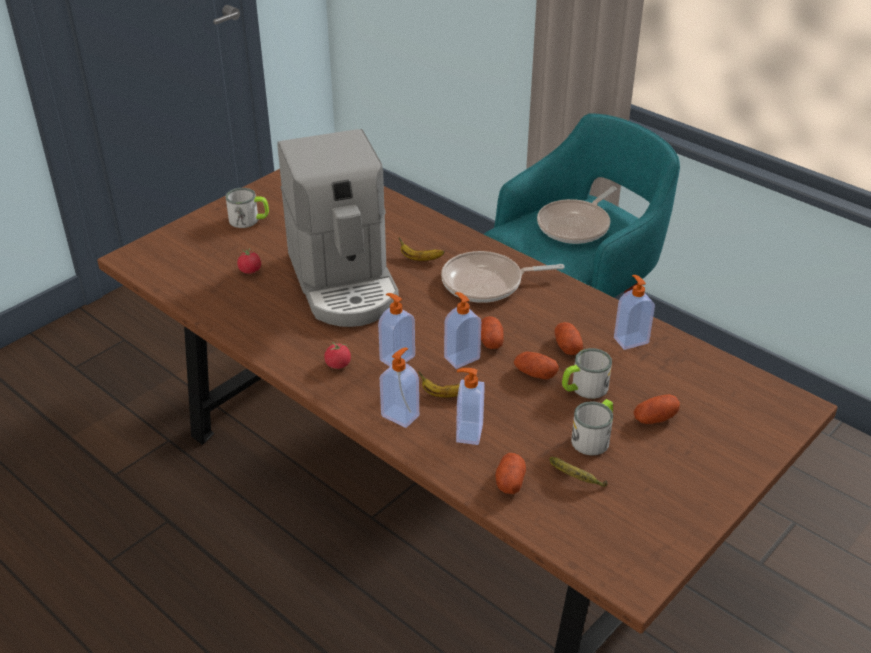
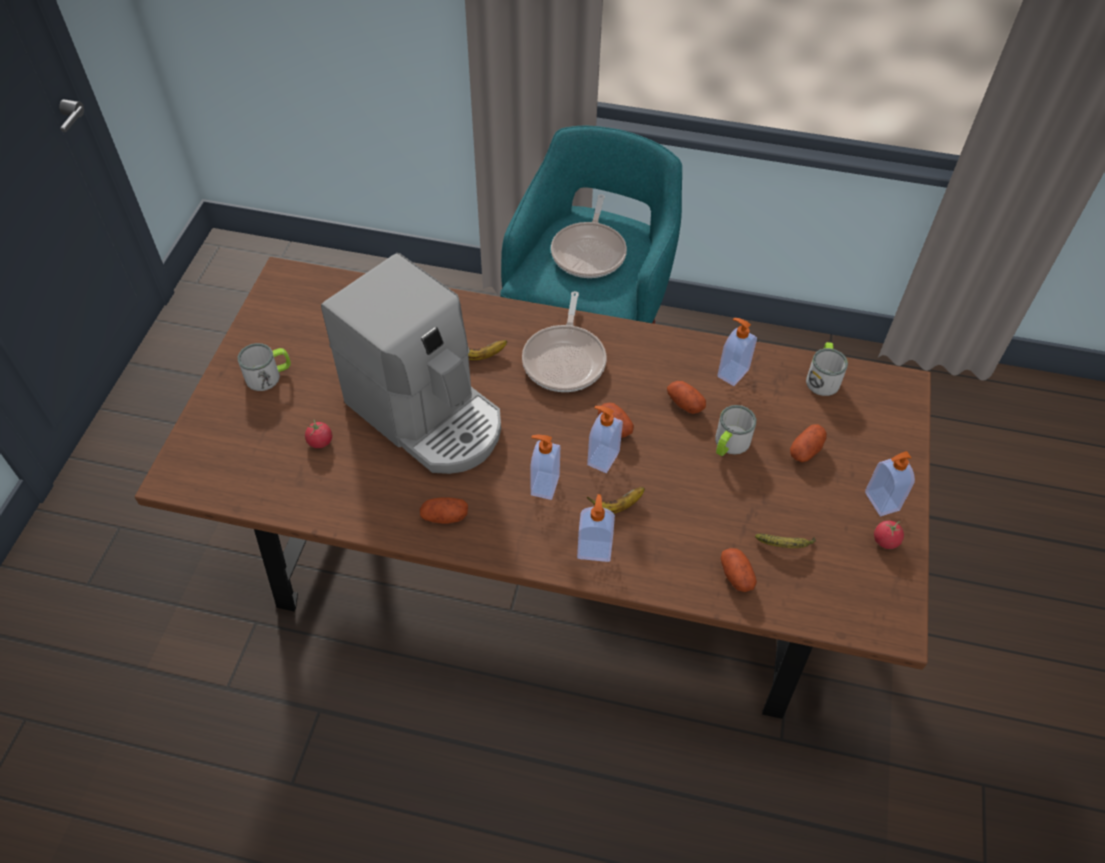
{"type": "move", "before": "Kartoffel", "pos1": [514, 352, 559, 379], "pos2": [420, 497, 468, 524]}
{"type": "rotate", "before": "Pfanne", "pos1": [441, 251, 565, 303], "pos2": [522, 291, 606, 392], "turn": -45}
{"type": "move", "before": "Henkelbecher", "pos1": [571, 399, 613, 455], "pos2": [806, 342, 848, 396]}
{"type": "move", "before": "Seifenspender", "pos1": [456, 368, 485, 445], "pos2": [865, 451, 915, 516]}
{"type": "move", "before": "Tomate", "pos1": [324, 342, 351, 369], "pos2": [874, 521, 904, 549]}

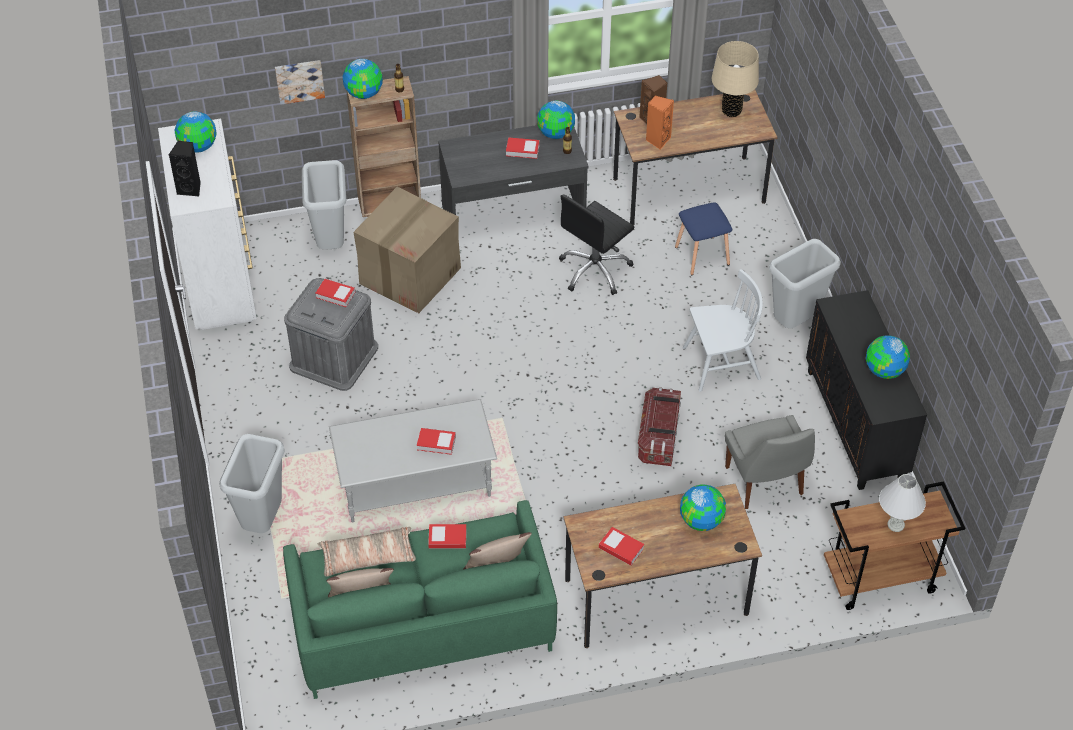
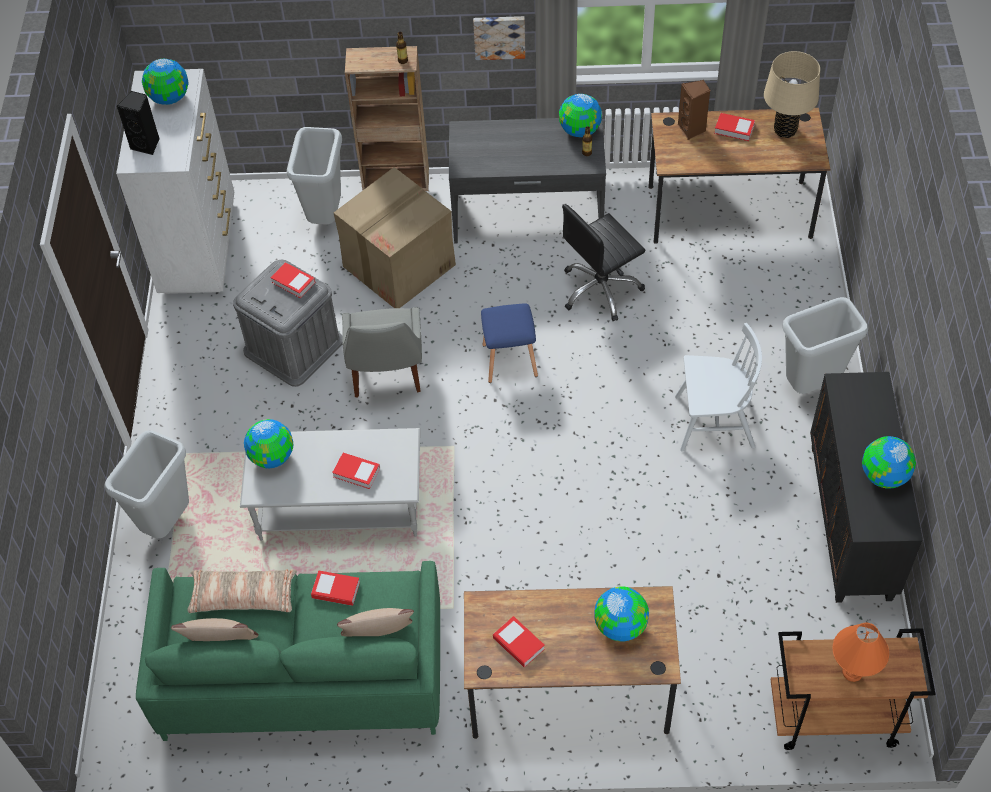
{"type": "move", "before": "Globus", "pos1": [343, 59, 383, 99], "pos2": [244, 419, 293, 468]}
{"type": "move", "before": "Stuhl (grau)", "pos1": [725, 415, 815, 509], "pos2": [342, 307, 422, 398]}
{"type": "move", "before": "Bild", "pos1": [275, 60, 325, 105], "pos2": [473, 16, 525, 60]}
{"type": "move", "before": "Hocker (blau)", "pos1": [675, 202, 732, 275], "pos2": [481, 303, 538, 383]}
{"type": "move", "before": "Buch", "pos1": [506, 137, 540, 159], "pos2": [714, 113, 755, 141]}
{"type": "recolor", "before": "Tischlampe (weiß)", "after": "Tischlampe (orange)", "pos1": [879, 474, 926, 532], "pos2": [832, 623, 889, 682]}
{"type": "delete", "before": "Aufbewahrungsbox", "pos1": [638, 387, 681, 466]}
{"type": "delete", "before": "Lautsprecher (orange)", "pos1": [646, 96, 674, 150]}

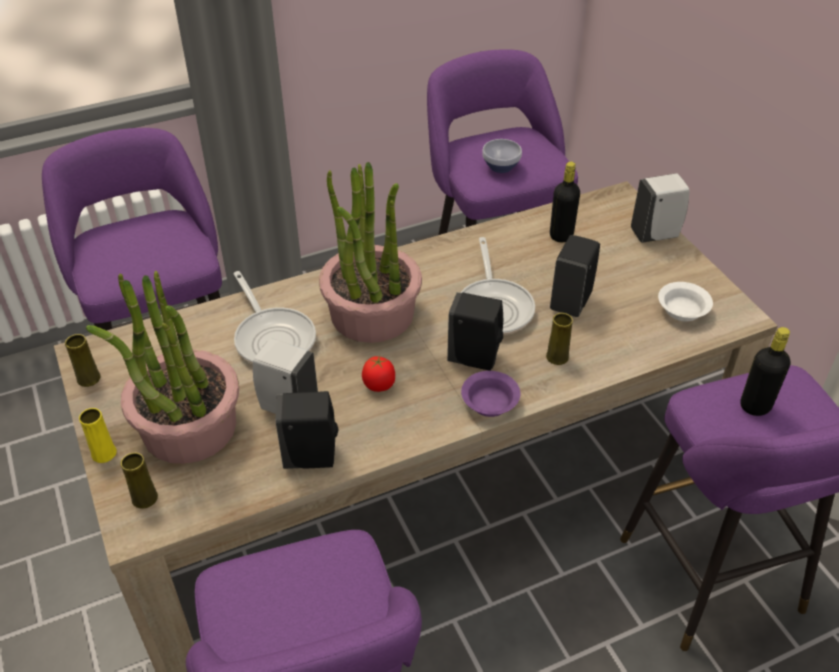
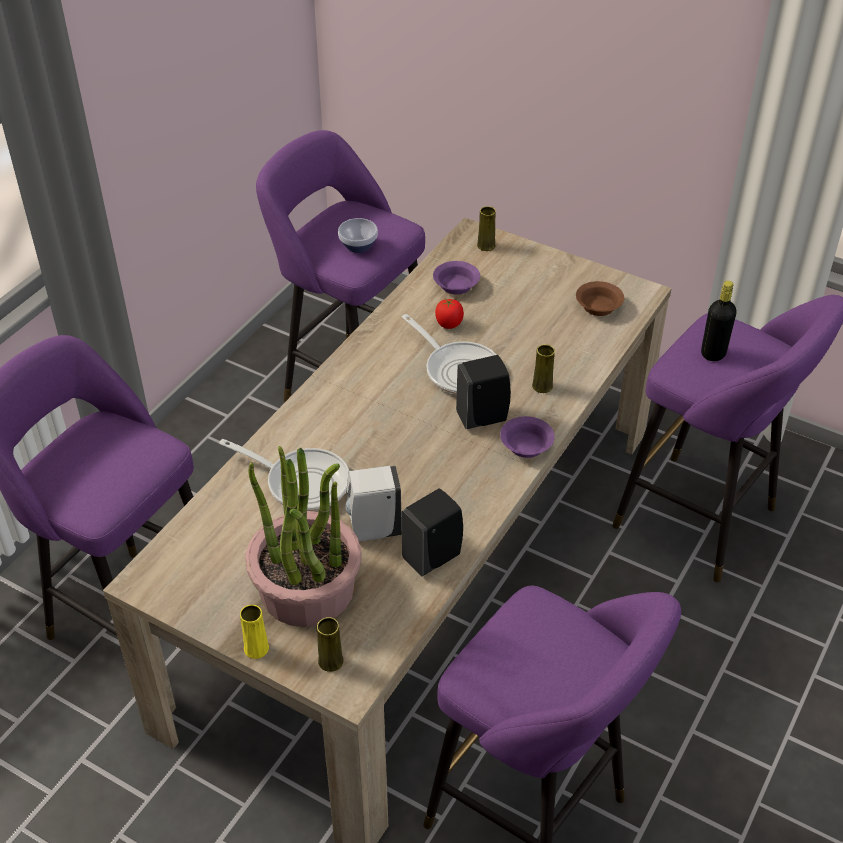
{"type": "replace", "before": "Flasche (schwarz)", "after": "Schüssel (lila)", "pos1": [550, 162, 580, 242], "pos2": [433, 261, 480, 295]}
{"type": "move", "before": "Tomate", "pos1": [362, 355, 395, 392], "pos2": [435, 298, 464, 329]}
{"type": "move", "before": "Vase (gelb)", "pos1": [65, 334, 100, 387], "pos2": [477, 206, 496, 251]}
{"type": "recolor", "before": "Schüssel (weiß)", "after": "Schüssel (braun)", "pos1": [658, 282, 713, 321], "pos2": [576, 281, 624, 316]}
{"type": "delete", "before": "Topfpflanze", "pos1": [319, 162, 422, 343]}
{"type": "delete", "before": "Seifenspender (schwarz)", "pos1": [550, 235, 600, 317]}
{"type": "delete", "before": "Seifenspender (weiß)", "pos1": [631, 173, 690, 243]}

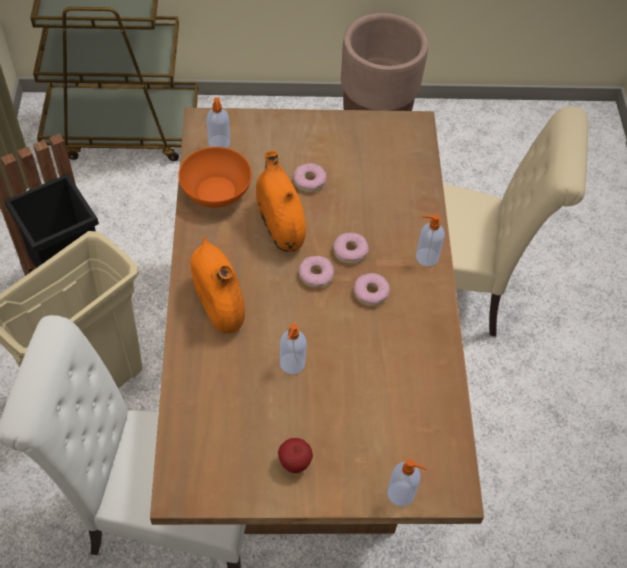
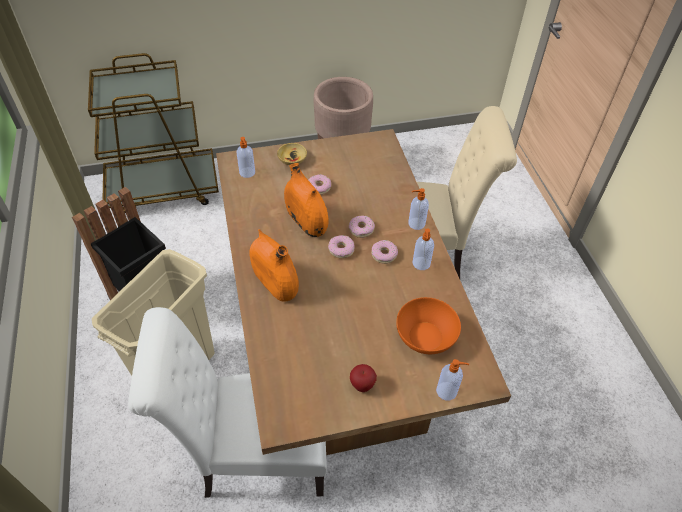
{"type": "insert", "after": "Schüssel (beige)", "pos2": [277, 143, 307, 165]}
{"type": "move", "before": "Schüssel (orange)", "pos1": [178, 147, 252, 208], "pos2": [396, 297, 461, 354]}
{"type": "move", "before": "Seifenspender", "pos1": [280, 323, 306, 374], "pos2": [413, 228, 434, 270]}

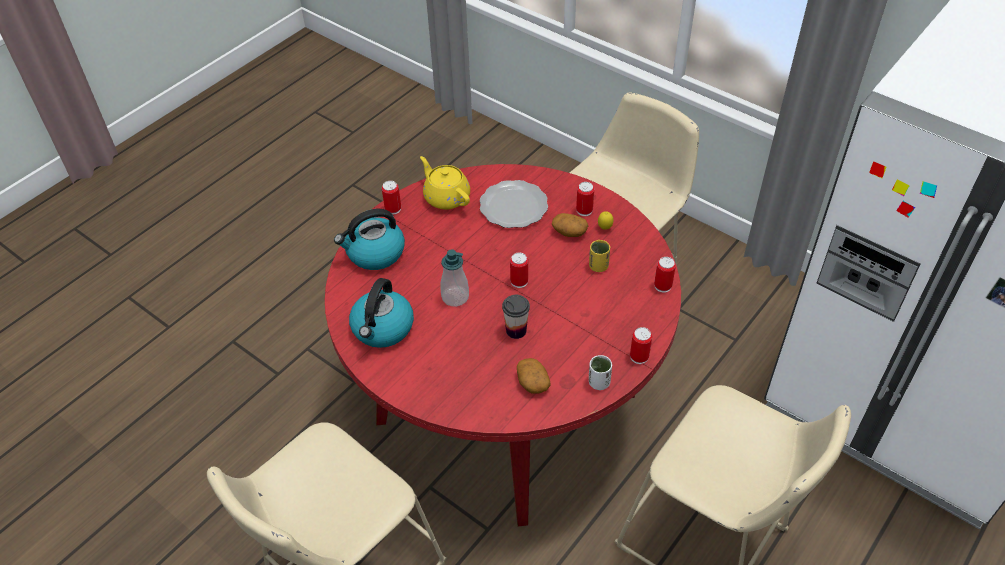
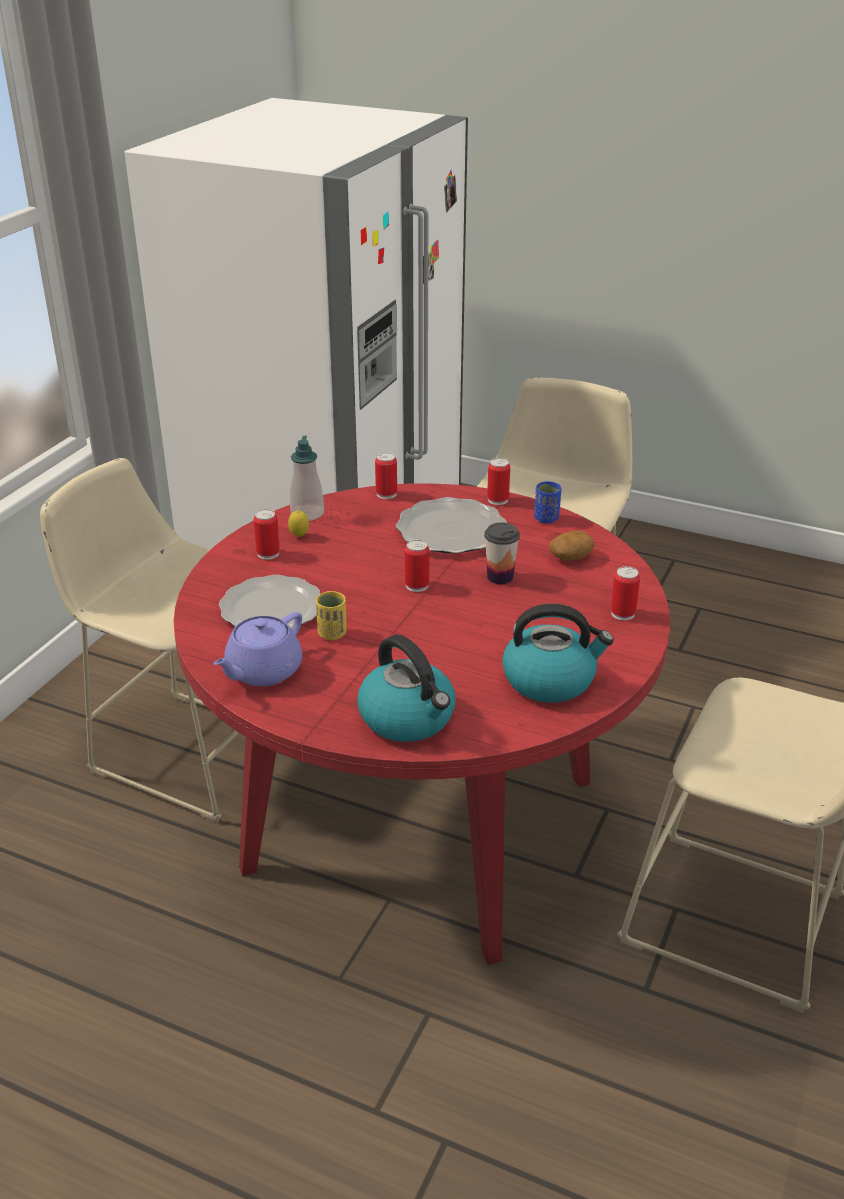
{"type": "recolor", "before": "Teekanne (gelb)", "after": "Teekanne (lila)", "pos1": [420, 156, 470, 210], "pos2": [213, 612, 302, 687]}
{"type": "move", "before": "Seifenspender", "pos1": [441, 249, 469, 307], "pos2": [290, 436, 324, 521]}
{"type": "move", "before": "Tasse (gelb)", "pos1": [589, 240, 610, 272], "pos2": [316, 591, 346, 640]}
{"type": "insert", "after": "Teller", "pos2": [396, 497, 507, 553]}
{"type": "recolor", "before": "Tasse (weiß)", "after": "Tasse (blau)", "pos1": [589, 355, 612, 390], "pos2": [534, 481, 561, 523]}
{"type": "move", "before": "Dose", "pos1": [382, 180, 401, 215], "pos2": [611, 566, 640, 620]}
{"type": "delete", "before": "Kartoffel", "pos1": [552, 213, 588, 237]}

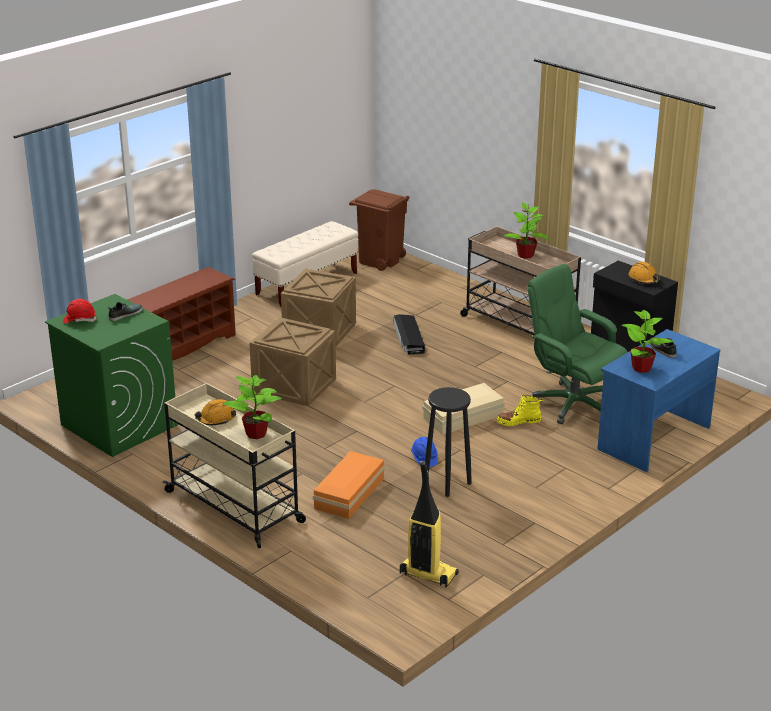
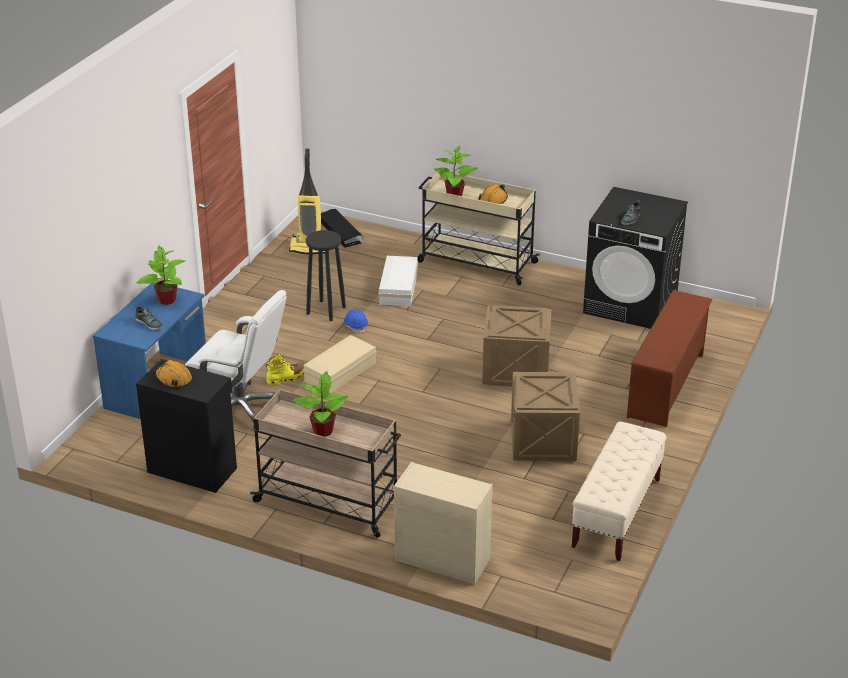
{"type": "recolor", "before": "Bürostuhl (grün)", "after": "Bürostuhl (weiß)", "pos1": [528, 264, 628, 424], "pos2": [185, 290, 287, 427]}
{"type": "move", "before": "Aufbewahrungsbox (schwarz)", "pos1": [394, 314, 425, 355], "pos2": [321, 209, 363, 248]}
{"type": "recolor", "before": "Aufbewahrungsbox (orange)", "after": "Aufbewahrungsbox (weiß)", "pos1": [313, 451, 385, 519], "pos2": [378, 256, 418, 306]}
{"type": "insert", "after": "Kommode (beige)", "pos2": [394, 462, 493, 585]}
{"type": "recolor", "before": "Waschmaschine (grün)", "after": "Waschmaschine (schwarz)", "pos1": [45, 294, 178, 457], "pos2": [583, 187, 688, 329]}
{"type": "delete", "before": "Schutzhelm (rot)", "pos1": [63, 299, 97, 324]}
{"type": "delete", "before": "Mülleimer (braun)", "pos1": [349, 189, 410, 271]}

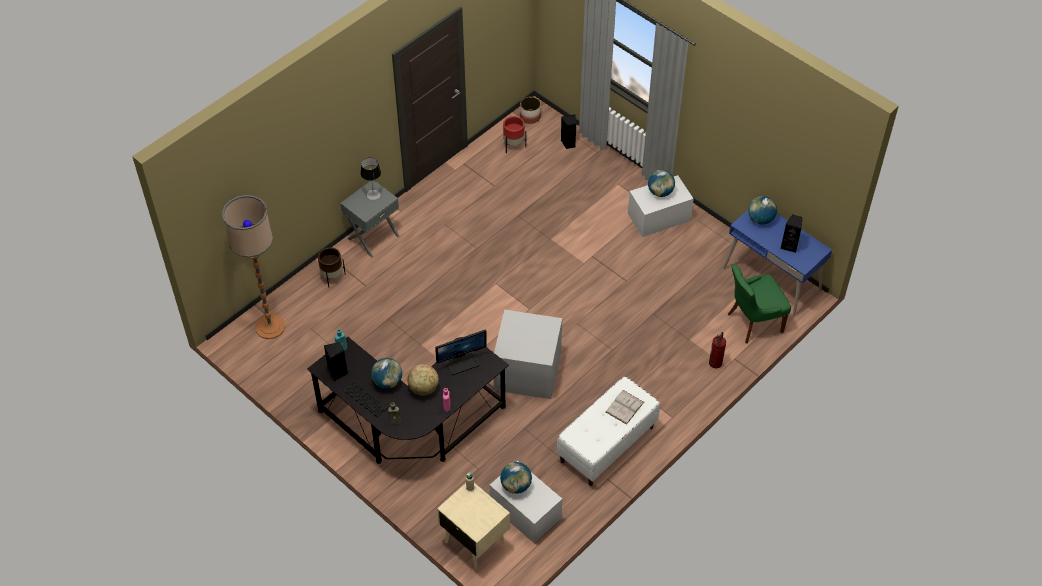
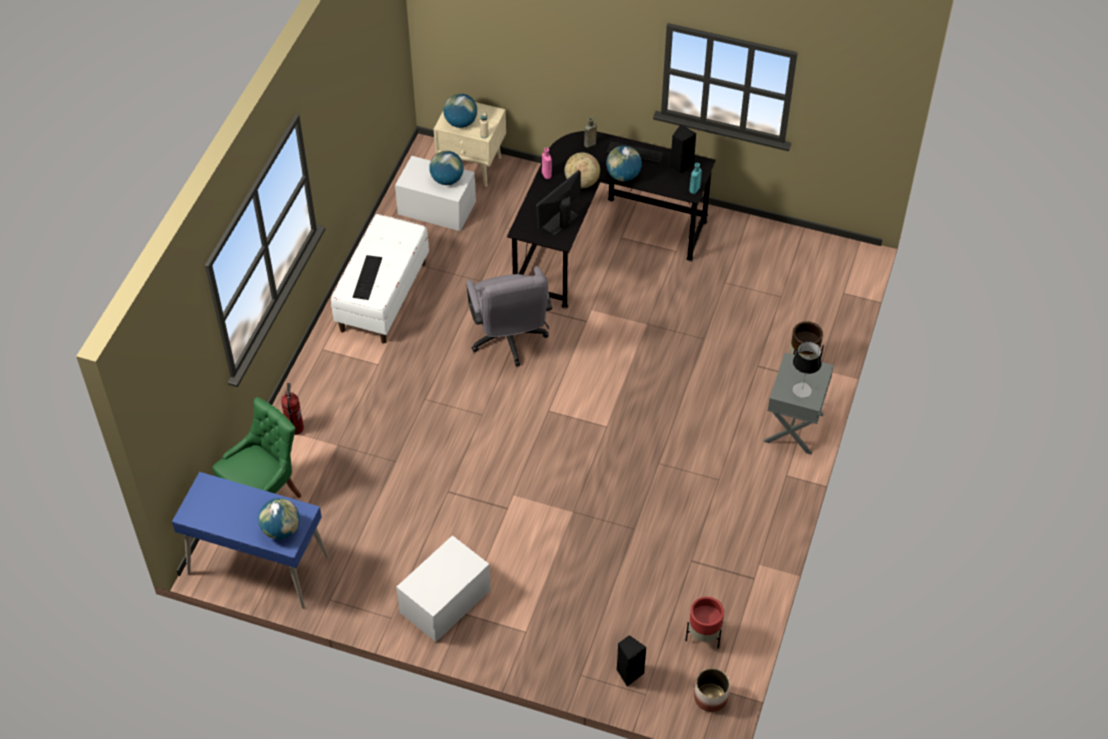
{"type": "replace", "before": "Buch (weiß)", "after": "Tastatur", "pos1": [606, 390, 644, 425], "pos2": [353, 255, 382, 300]}
{"type": "move", "before": "Globus", "pos1": [648, 170, 675, 197], "pos2": [443, 93, 477, 128]}
{"type": "replace", "before": "Aufbewahrungsbox (grau)", "after": "Bürostuhl (grau)", "pos1": [494, 310, 562, 399], "pos2": [466, 266, 552, 366]}
{"type": "delete", "before": "Stehlampe", "pos1": [222, 195, 285, 339]}
{"type": "delete", "before": "Lautsprecher (schwarz)", "pos1": [780, 214, 802, 253]}

